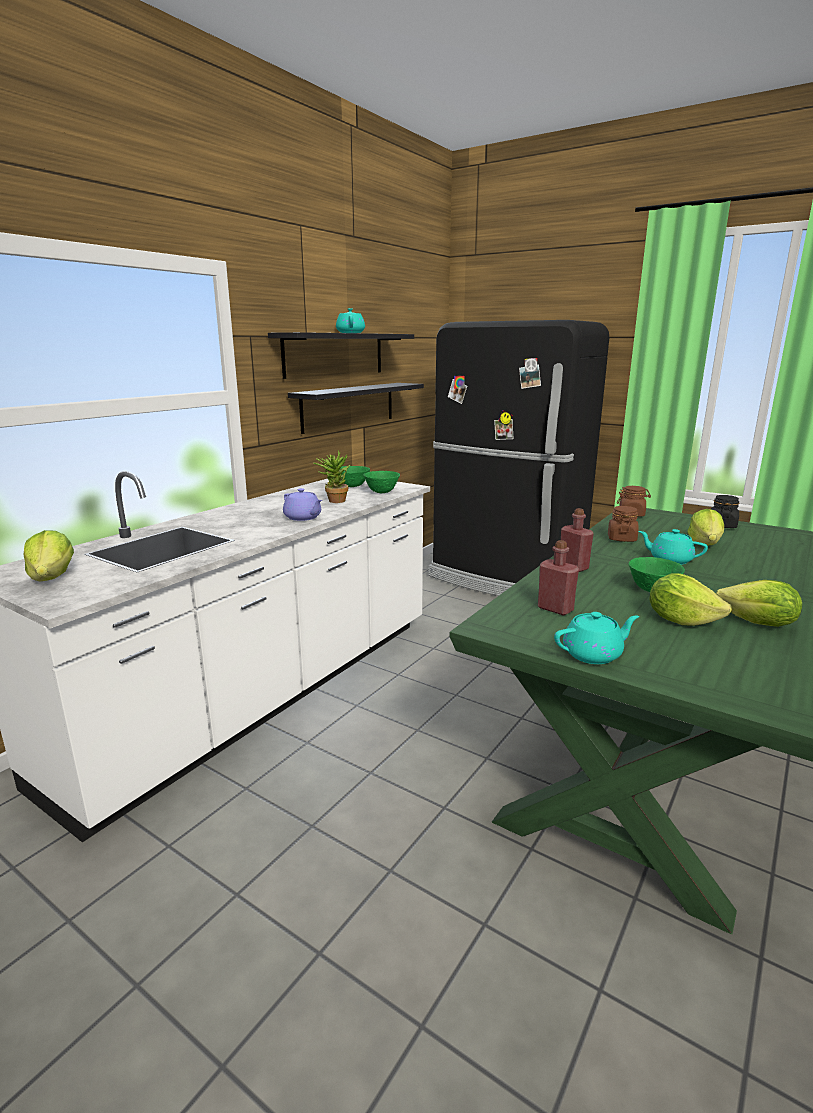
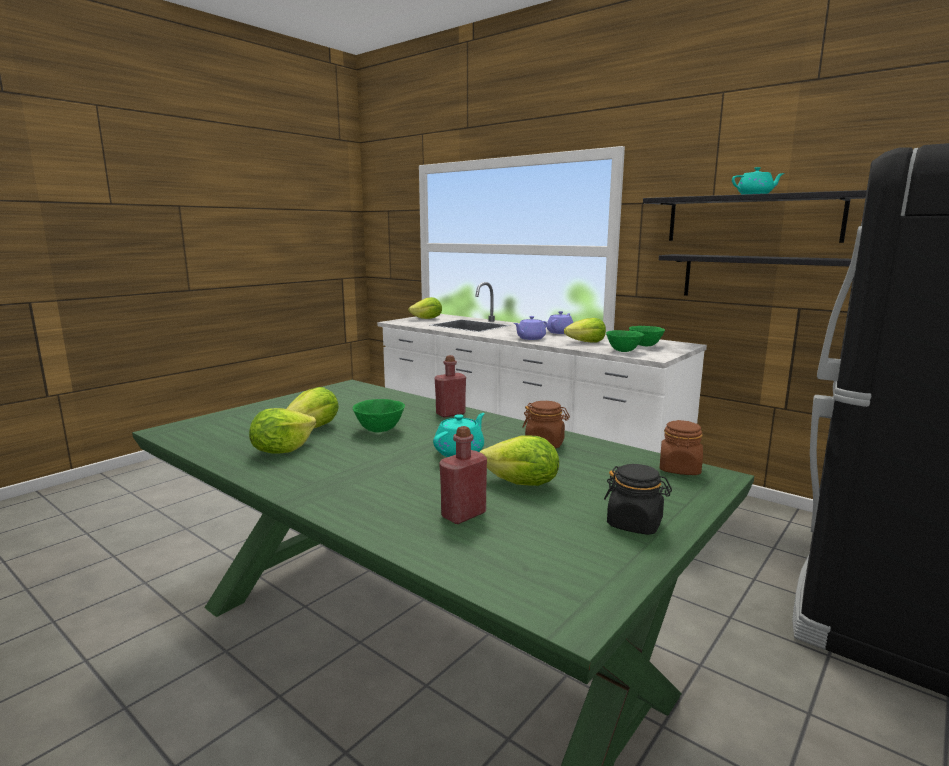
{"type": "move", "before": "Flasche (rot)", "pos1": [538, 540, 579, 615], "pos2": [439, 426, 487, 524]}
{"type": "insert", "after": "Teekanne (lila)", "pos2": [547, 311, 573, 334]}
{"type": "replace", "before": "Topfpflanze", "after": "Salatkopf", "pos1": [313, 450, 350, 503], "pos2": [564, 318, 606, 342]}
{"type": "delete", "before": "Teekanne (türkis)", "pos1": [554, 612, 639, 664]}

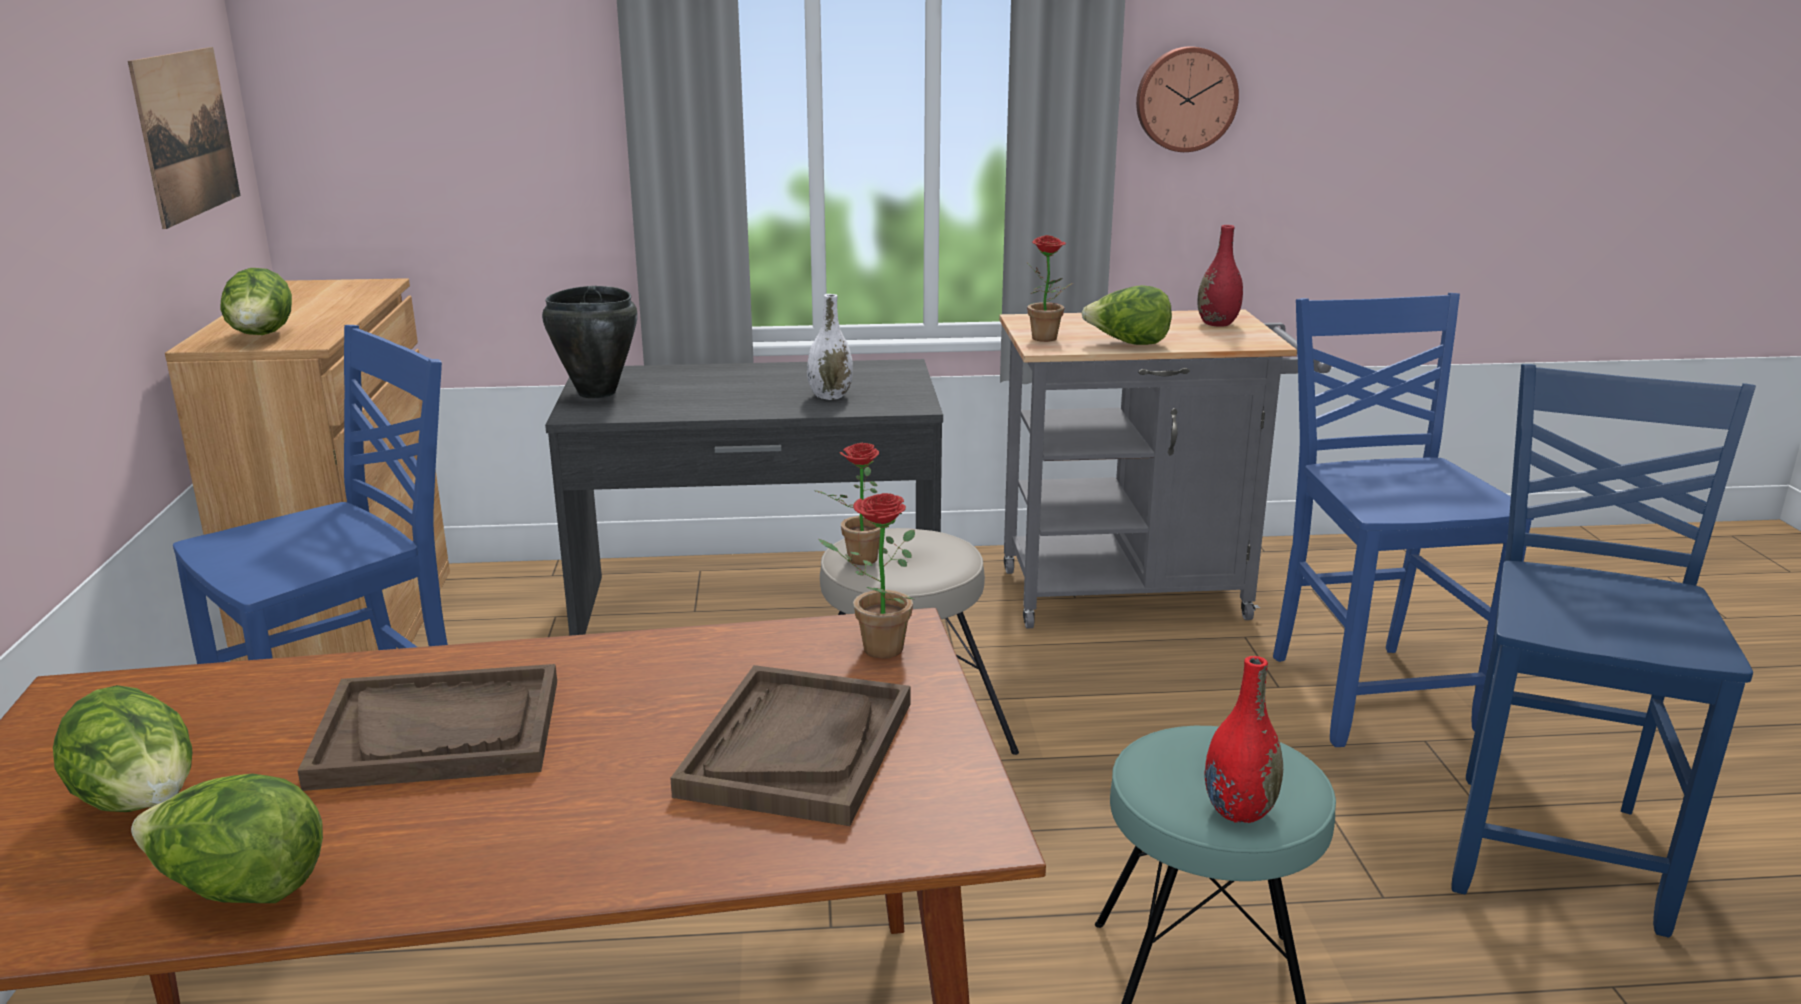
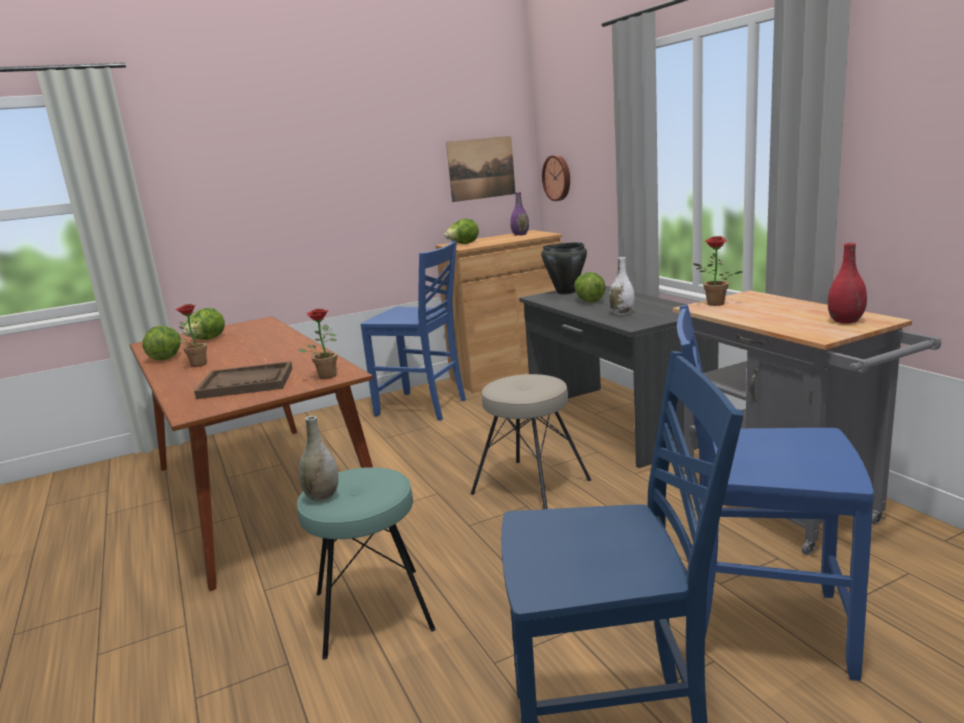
{"type": "move", "before": "Topfpflanze", "pos1": [813, 443, 902, 565], "pos2": [175, 304, 207, 367]}
{"type": "recolor", "before": "Vase (rot)", "after": "Vase (grau)", "pos1": [1204, 656, 1283, 823], "pos2": [299, 416, 338, 502]}
{"type": "insert", "after": "Vase (lila)", "pos2": [510, 192, 529, 236]}
{"type": "move", "before": "Wanduhr", "pos1": [1136, 46, 1239, 152], "pos2": [542, 155, 570, 201]}
{"type": "move", "before": "Salatkopf", "pos1": [1082, 285, 1172, 345], "pos2": [574, 272, 606, 303]}
{"type": "rotate", "before": "Stuhl (blau)", "pos1": [1273, 293, 1534, 747], "pos2": [677, 305, 874, 681], "turn": -135}
{"type": "delete", "before": "Tablett (braun)", "pos1": [298, 664, 557, 791]}

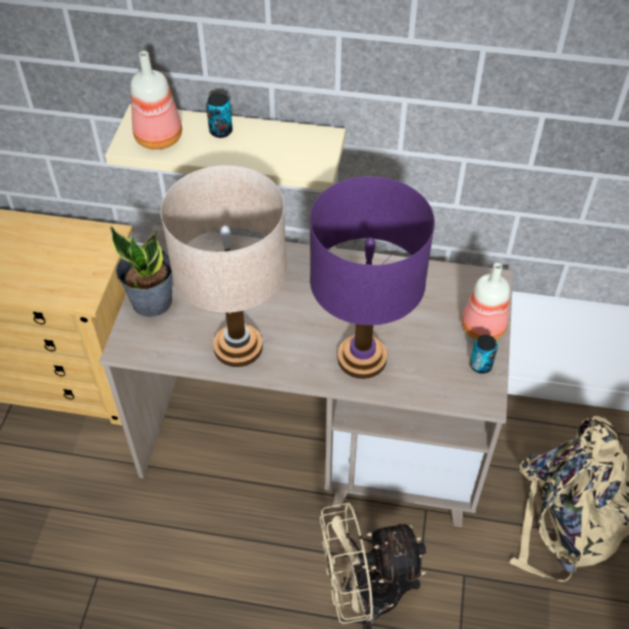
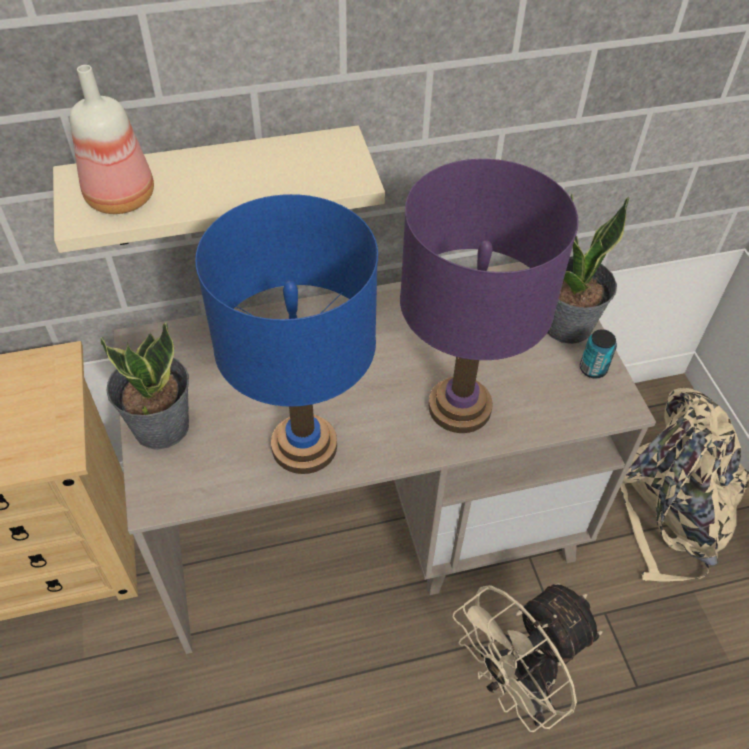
{"type": "recolor", "before": "Tischlampe (beige)", "after": "Tischlampe (blau)", "pos1": [160, 165, 287, 367], "pos2": [195, 194, 378, 474]}
{"type": "replace", "before": "Flasche", "after": "Topfpflanze", "pos1": [461, 263, 510, 340], "pos2": [547, 193, 629, 344]}
{"type": "delete", "before": "Dose", "pos1": [206, 93, 233, 138]}

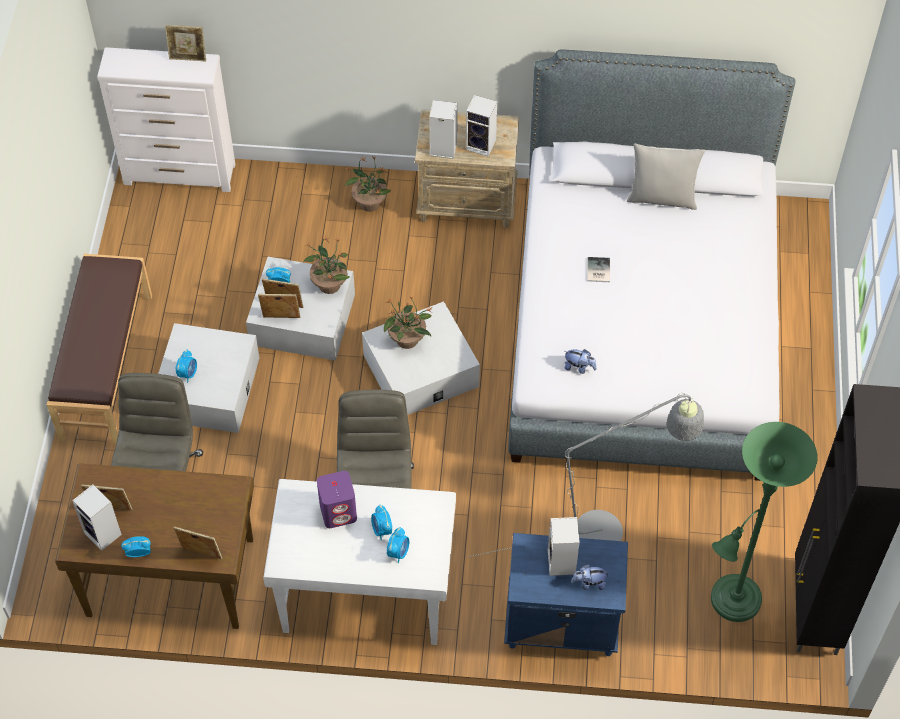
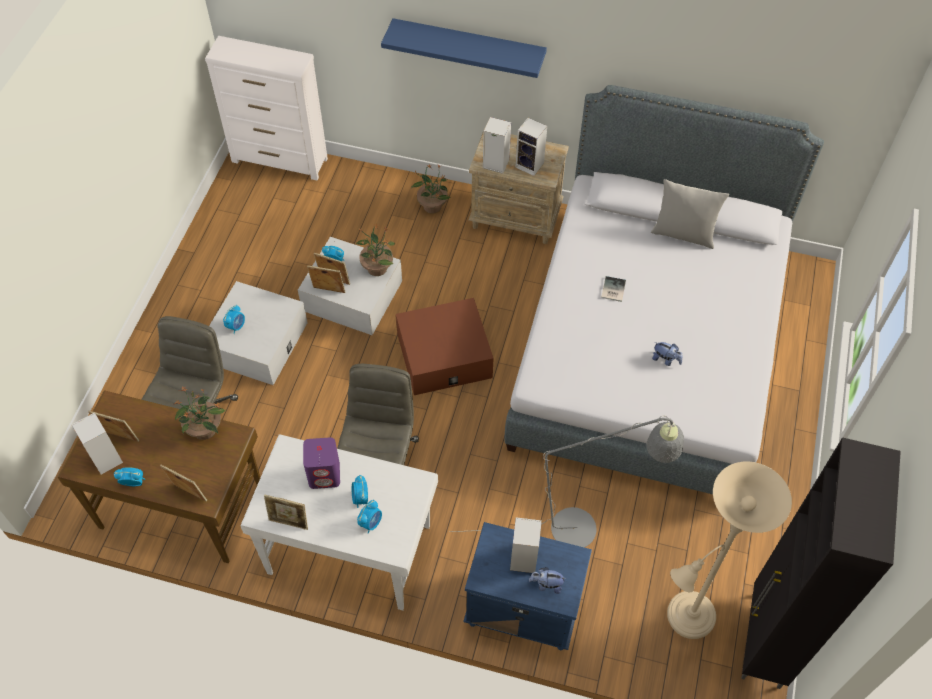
{"type": "move", "before": "Topfpflanze", "pos1": [384, 297, 432, 349], "pos2": [174, 388, 226, 440]}
{"type": "move", "before": "Bilderrahmen", "pos1": [165, 25, 206, 61], "pos2": [264, 494, 308, 530]}
{"type": "insert", "after": "Wandregal (blau)", "pos2": [381, 18, 547, 78]}
{"type": "recolor", "before": "Aufbewahrungsbox (weiß)", "after": "Aufbewahrungsbox (braun)", "pos1": [362, 301, 480, 415], "pos2": [396, 298, 494, 395]}
{"type": "move", "before": "Plüschtier", "pos1": [564, 349, 597, 374], "pos2": [652, 342, 683, 366]}
{"type": "recolor", "before": "Stehlampe (grün)", "after": "Stehlampe (beige)", "pos1": [711, 422, 818, 622], "pos2": [667, 461, 792, 639]}
{"type": "delete", "before": "Bank (braun)", "pos1": [47, 254, 152, 445]}

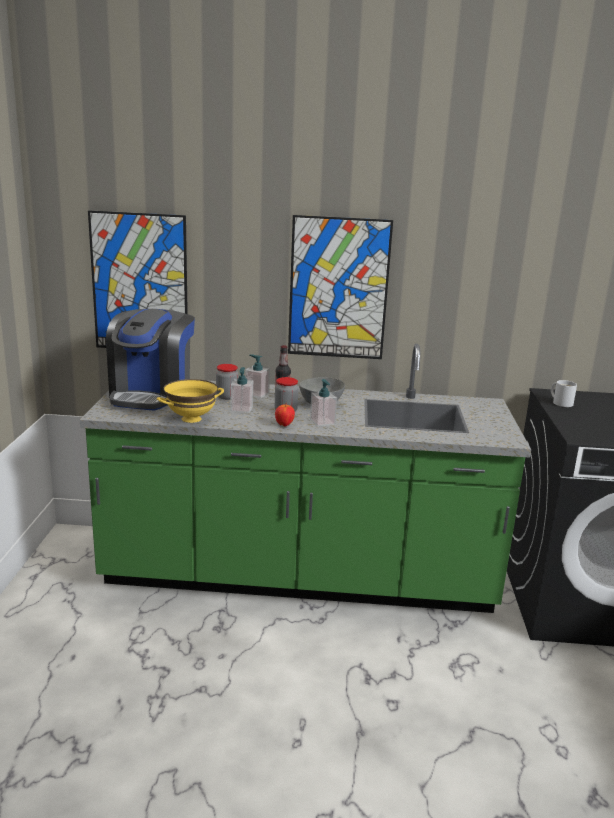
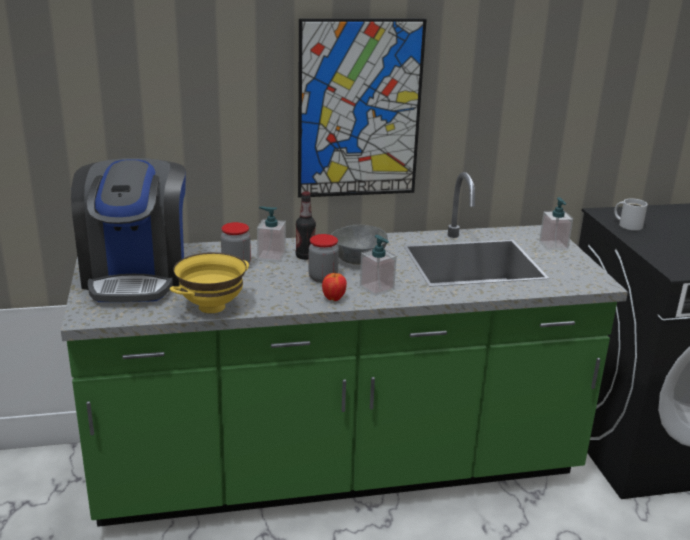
{"type": "move", "before": "Seifenspender", "pos1": [231, 367, 253, 413], "pos2": [539, 197, 573, 250]}
{"type": "delete", "before": "Bild", "pos1": [88, 210, 188, 348]}

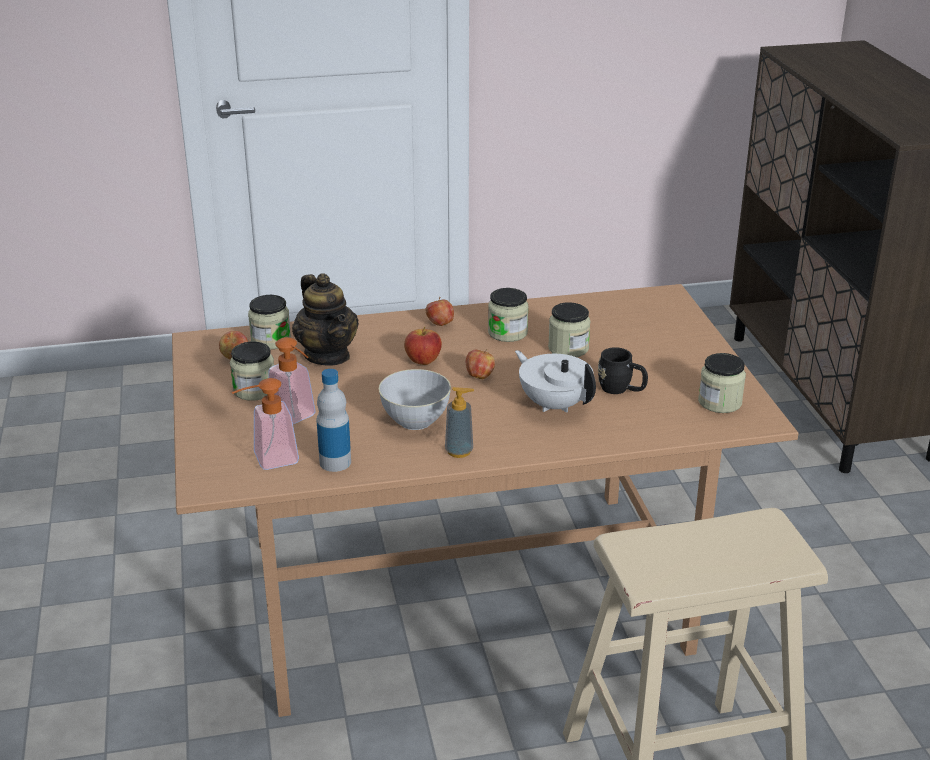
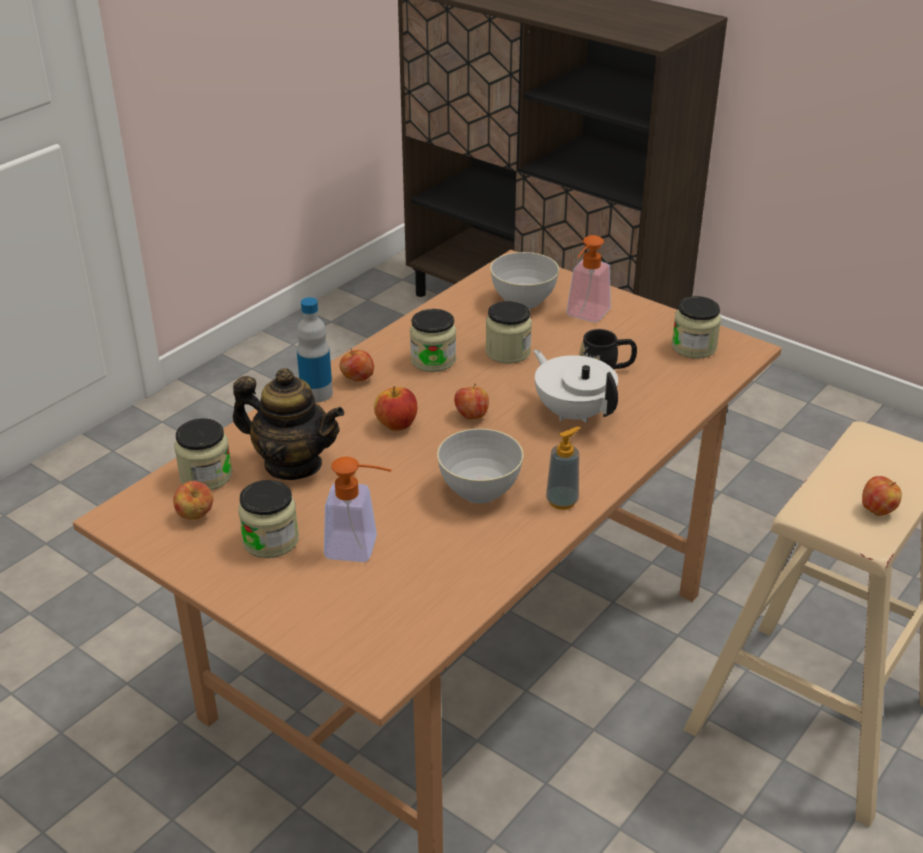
{"type": "move", "before": "Flasche", "pos1": [317, 369, 351, 472], "pos2": [297, 297, 333, 403]}
{"type": "insert", "after": "Schüssel (grau)", "pos2": [490, 252, 559, 309]}
{"type": "rotate", "before": "Teekanne (weiß)", "pos1": [515, 350, 596, 412], "pos2": [534, 350, 618, 423], "turn": 45}
{"type": "move", "before": "Seifenspender", "pos1": [232, 378, 299, 470], "pos2": [567, 235, 611, 322]}
{"type": "insert", "after": "Apfel", "pos2": [862, 476, 902, 516]}

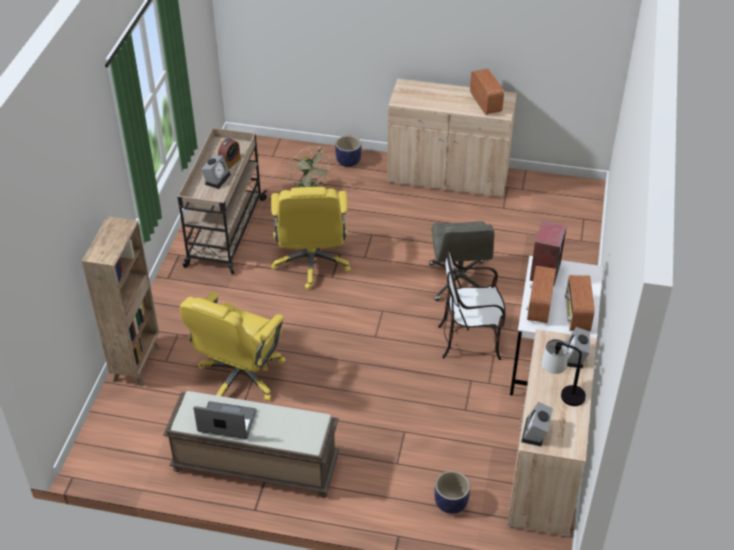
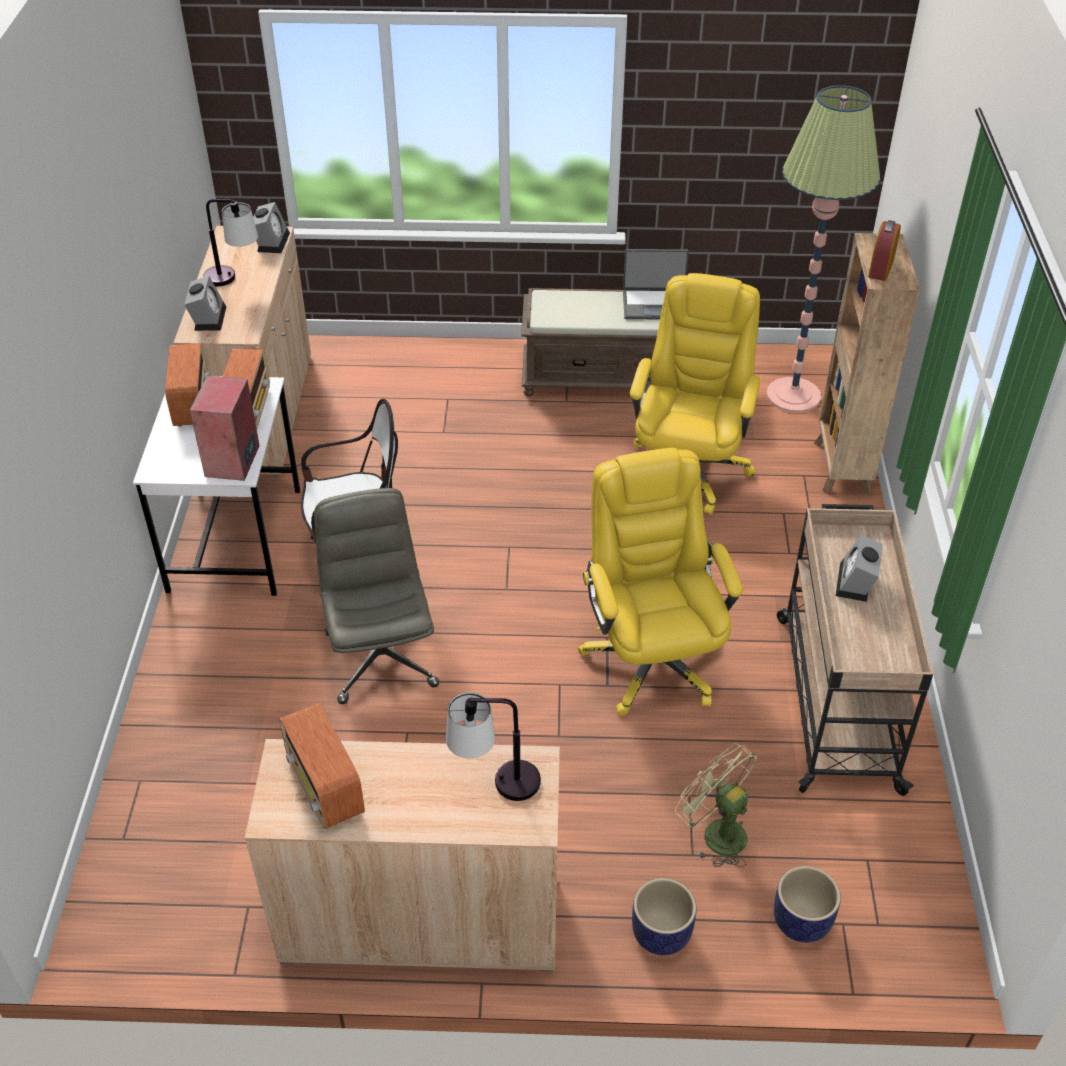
{"type": "insert", "after": "Tischlampe", "pos2": [446, 692, 541, 801]}
{"type": "insert", "after": "Stehlampe", "pos2": [767, 85, 880, 413]}
{"type": "move", "before": "Pflanzkübel", "pos1": [434, 471, 470, 514], "pos2": [774, 866, 841, 943]}
{"type": "move", "before": "Wecker", "pos1": [218, 138, 241, 169], "pos2": [868, 220, 901, 281]}

